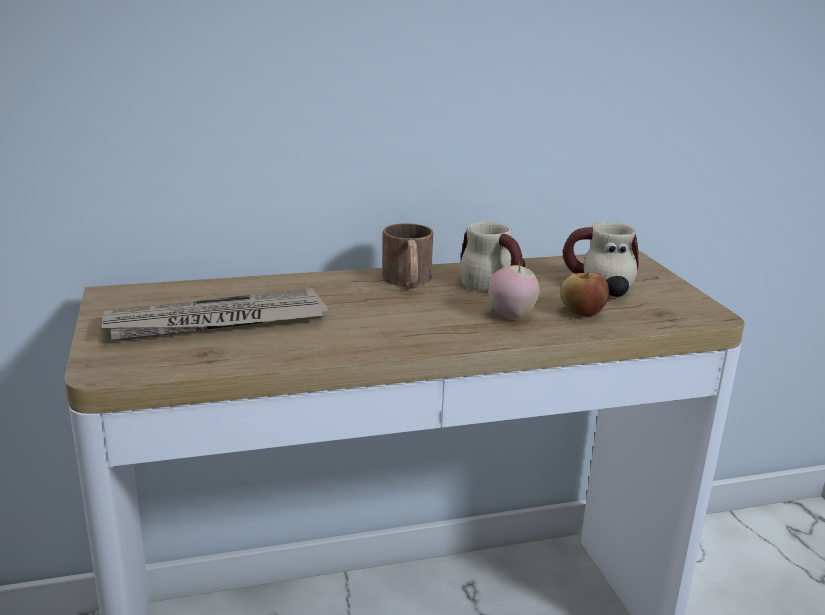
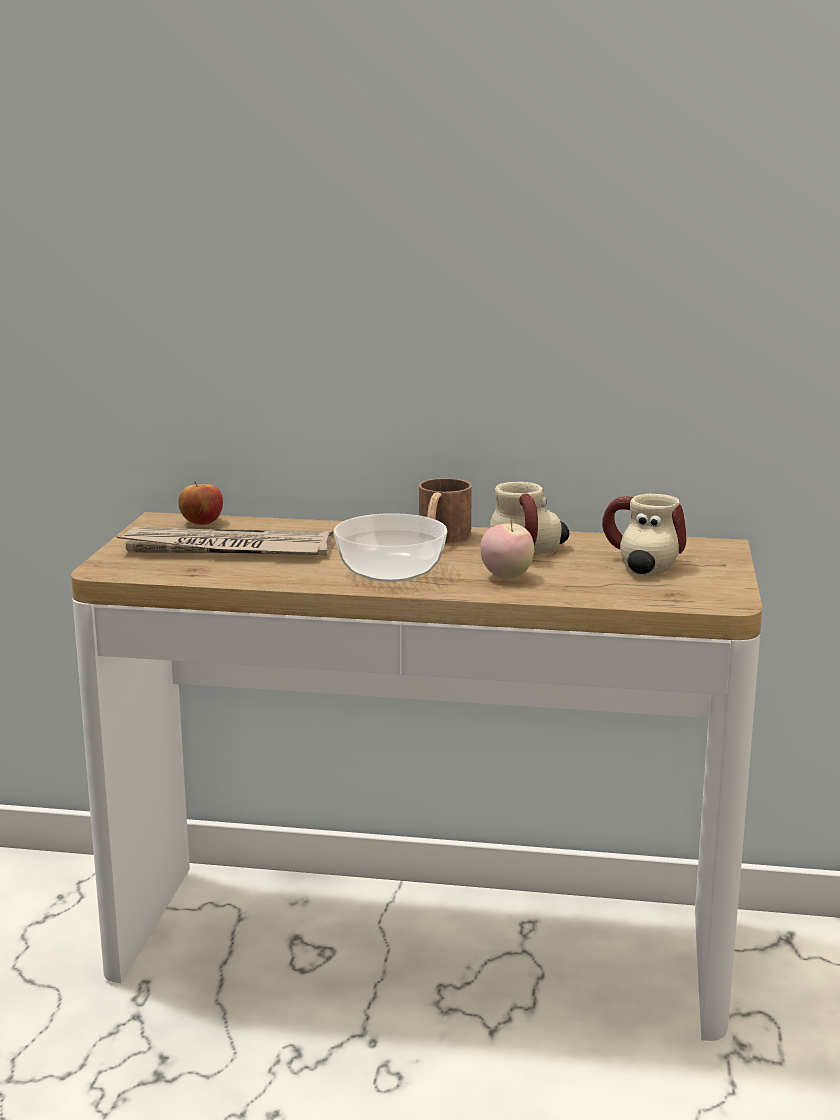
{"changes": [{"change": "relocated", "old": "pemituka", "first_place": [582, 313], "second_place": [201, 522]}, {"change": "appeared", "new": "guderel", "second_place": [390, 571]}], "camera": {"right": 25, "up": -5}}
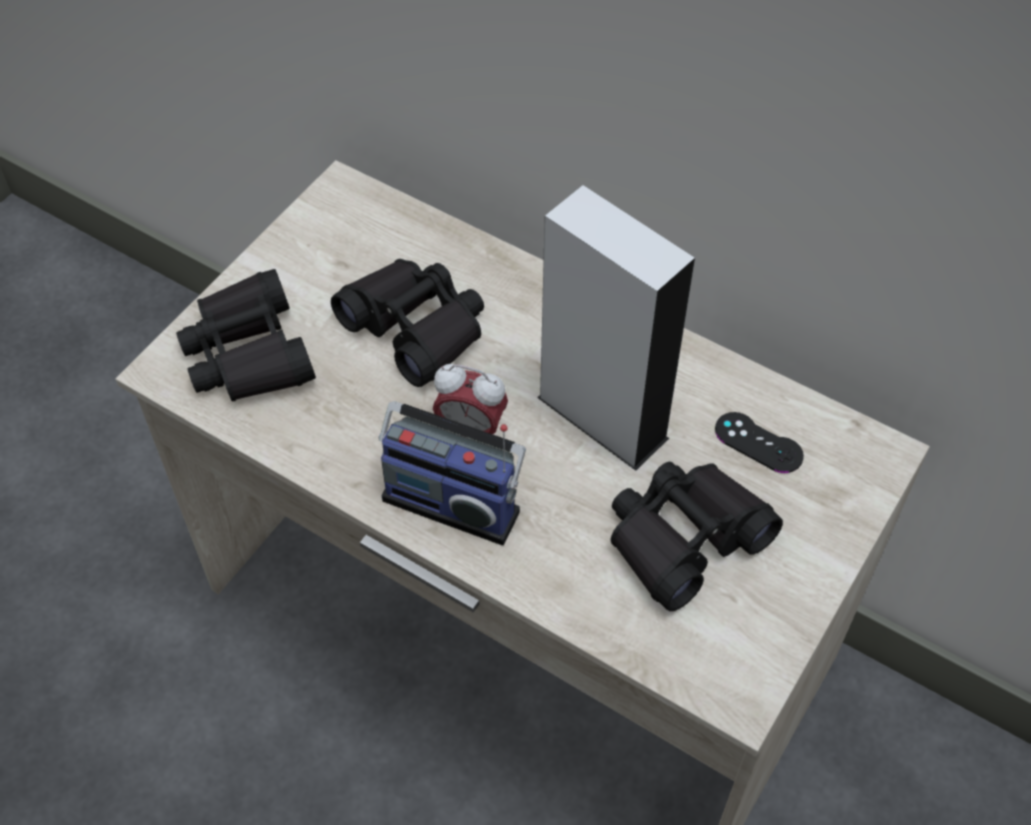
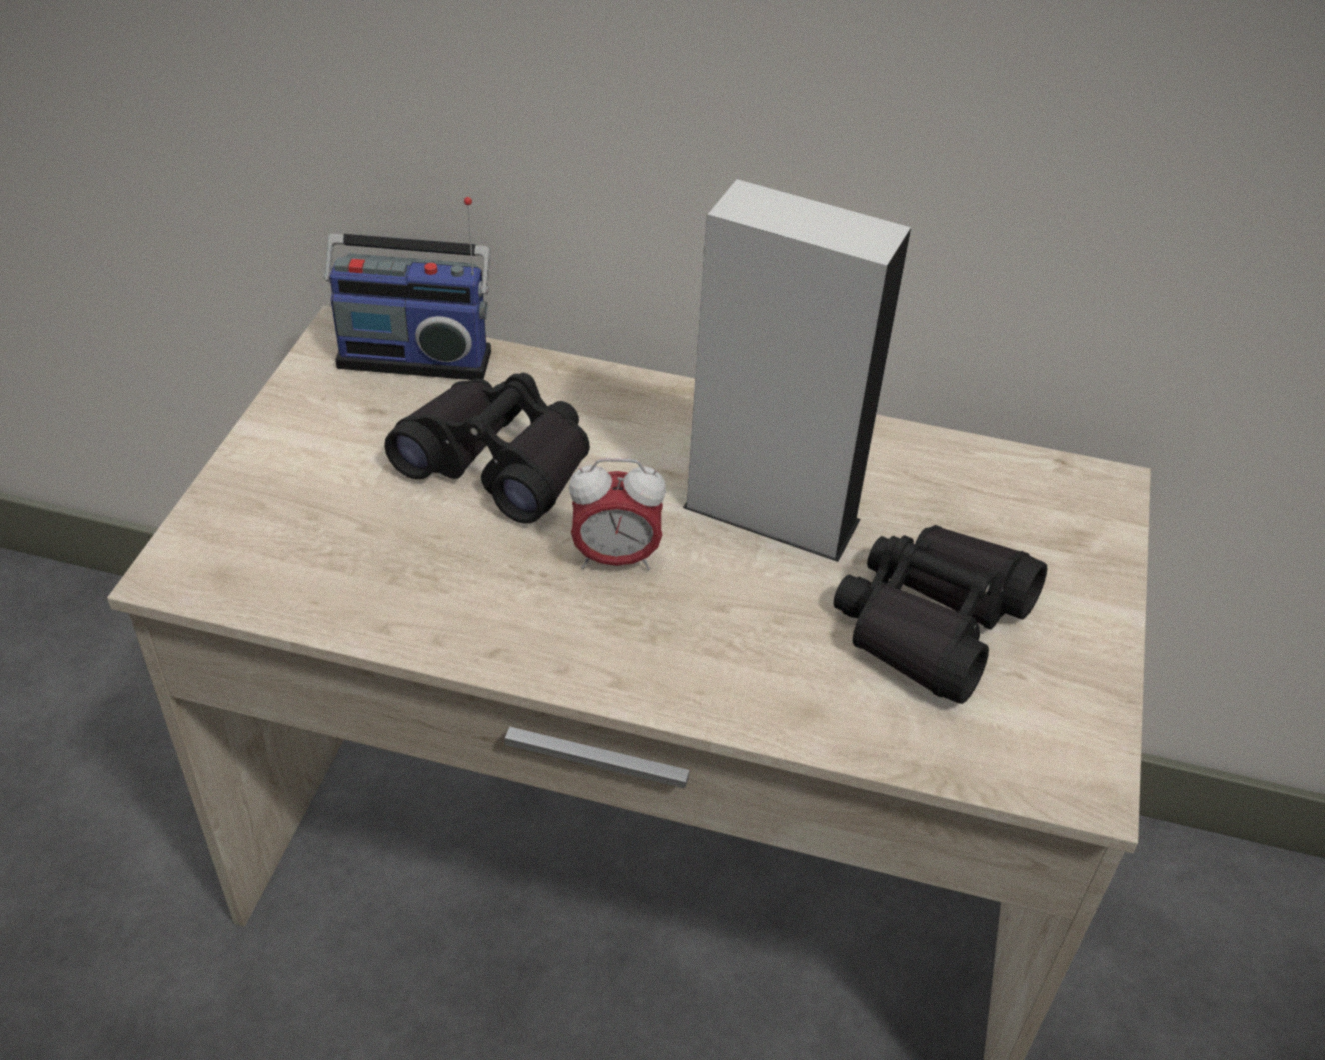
{"changes": [{"change": "missing", "old": "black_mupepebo", "first_place": [248, 353]}, {"change": "relocated", "old": "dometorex", "first_place": [454, 500], "second_place": [416, 355]}, {"change": "missing", "old": "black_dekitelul", "first_place": [758, 443]}], "camera": {"right": -20, "up": -10}}
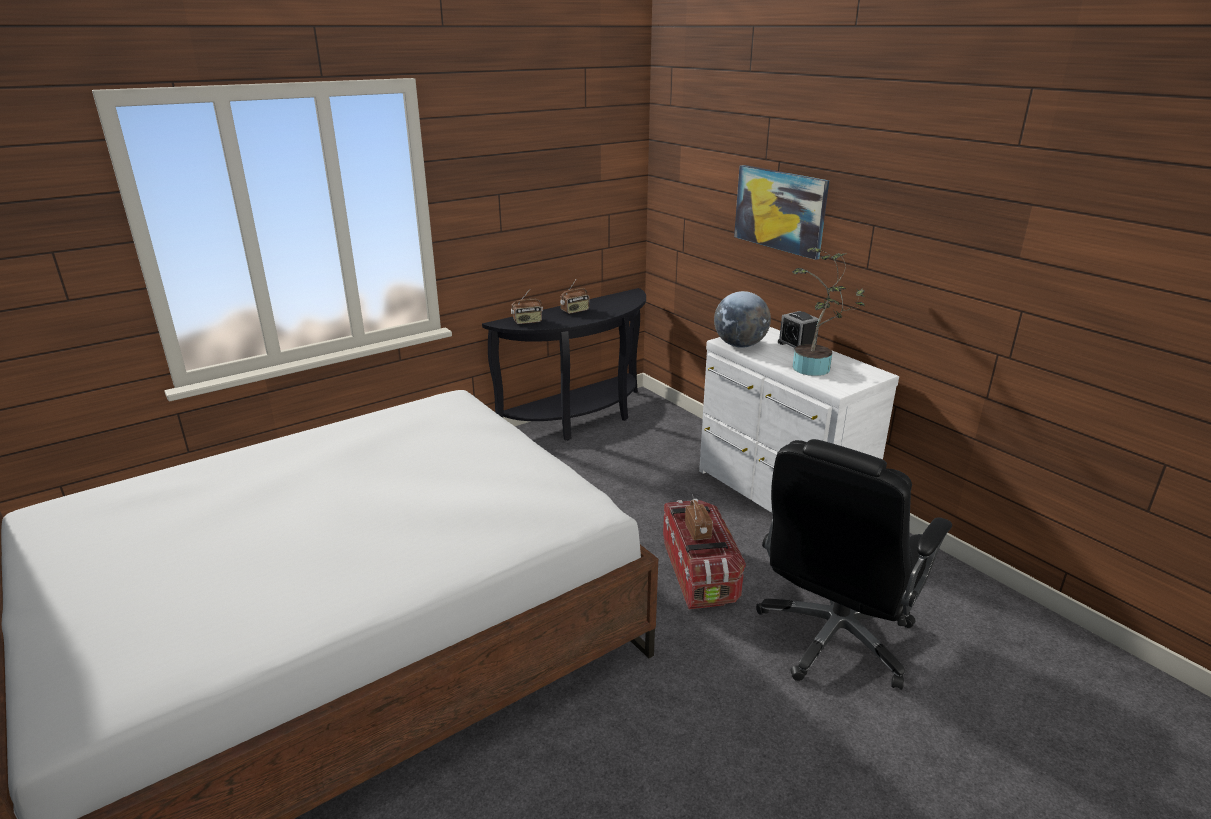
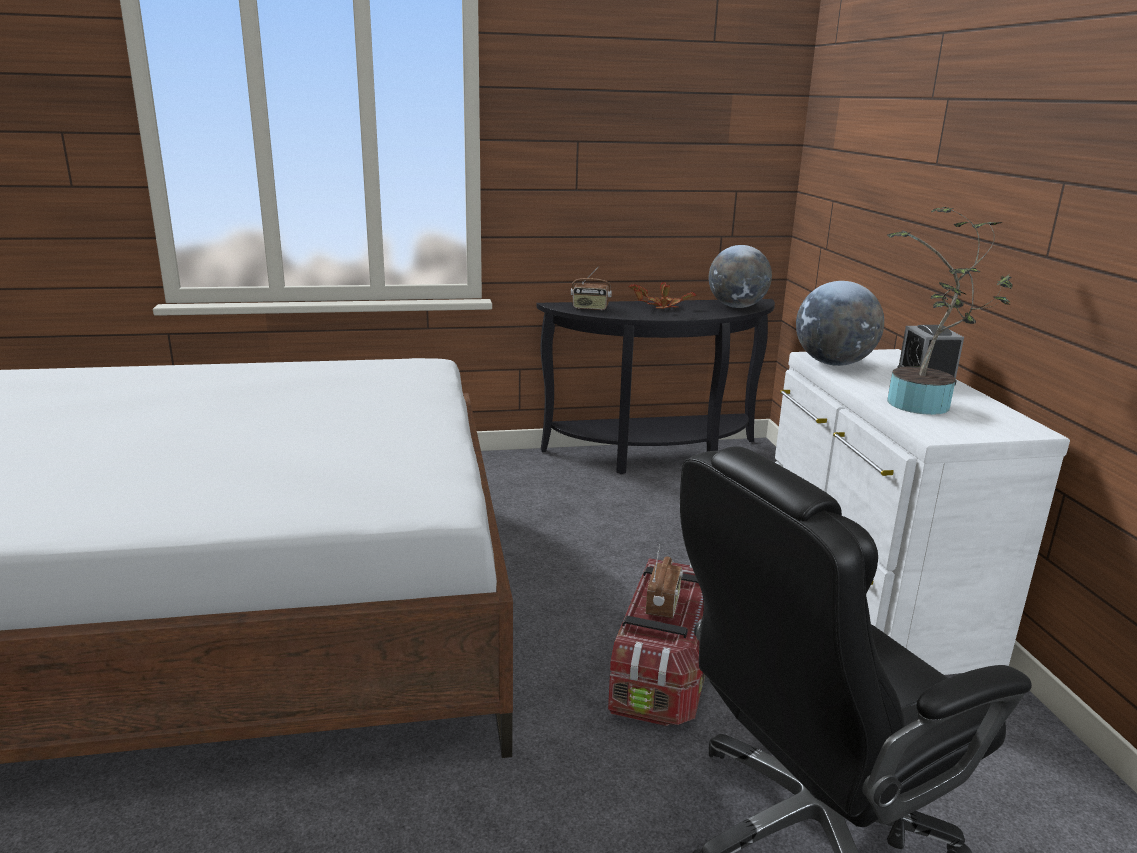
{"changes": [{"change": "exchanged", "old": "dometorex", "new": "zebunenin", "first_place": [575, 311], "second_place": [661, 307]}, {"change": "missing", "old": "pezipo", "first_place": [780, 210]}, {"change": "appeared", "new": "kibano", "second_place": [736, 307]}], "camera": {"right": 25, "up": -5}}
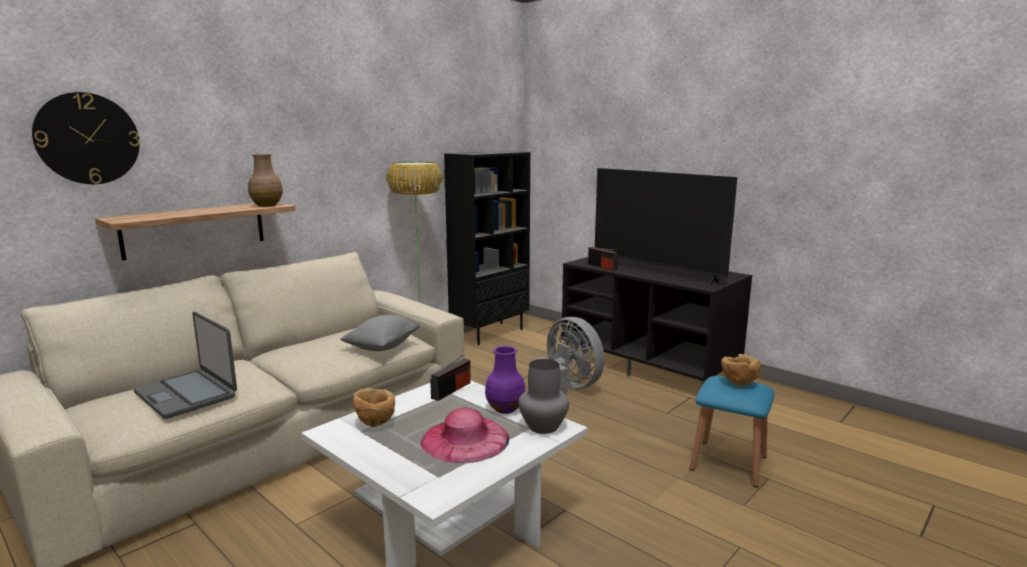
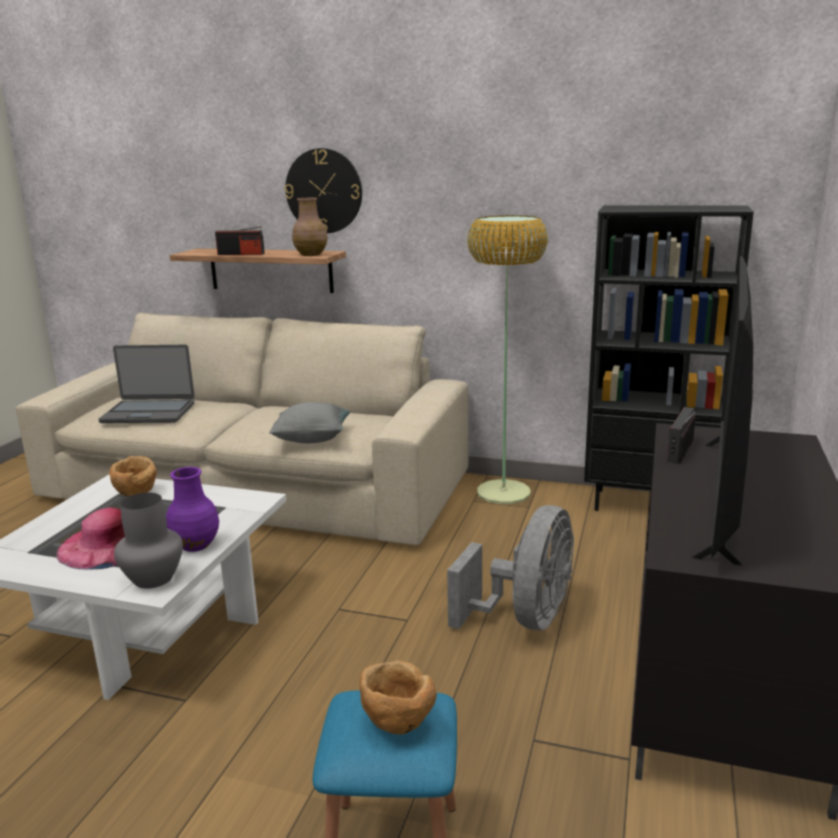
{"changes": [{"change": "relocated", "old": "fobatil", "first_place": [87, 139], "second_place": [324, 191]}, {"change": "spun", "old": "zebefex", "first_place": [187, 394], "second_place": [149, 412], "degrees": -105}, {"change": "relocated", "old": "dometorex", "first_place": [451, 390], "second_place": [241, 254]}], "camera": {"right": 65, "up": 5}}
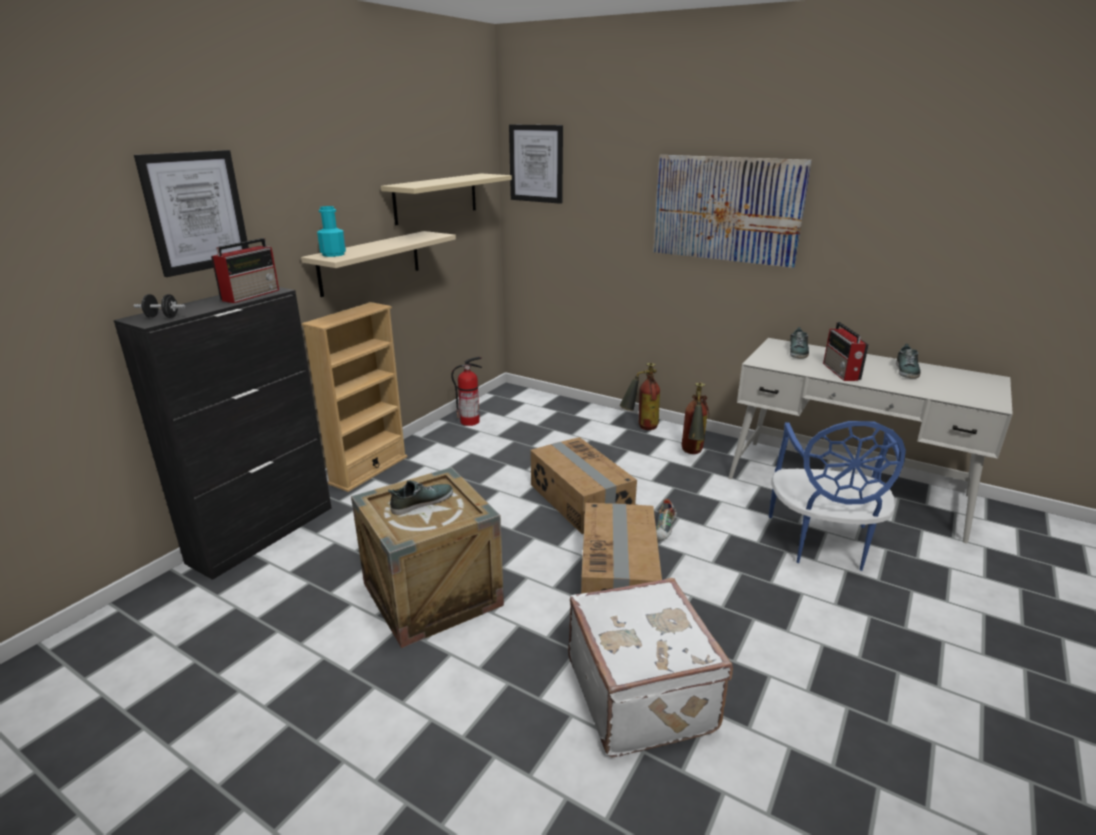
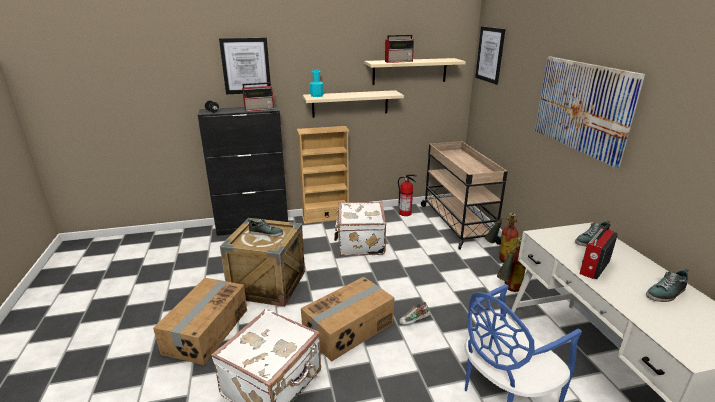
{"changes": [{"change": "relocated", "old": "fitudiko", "first_place": [580, 500], "second_place": [206, 331]}, {"change": "appeared", "new": "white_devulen", "second_place": [360, 243]}, {"change": "appeared", "new": "dometorex", "second_place": [399, 61]}, {"change": "appeared", "new": "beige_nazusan", "second_place": [456, 223]}], "camera": {"right": 45, "up": 0}}
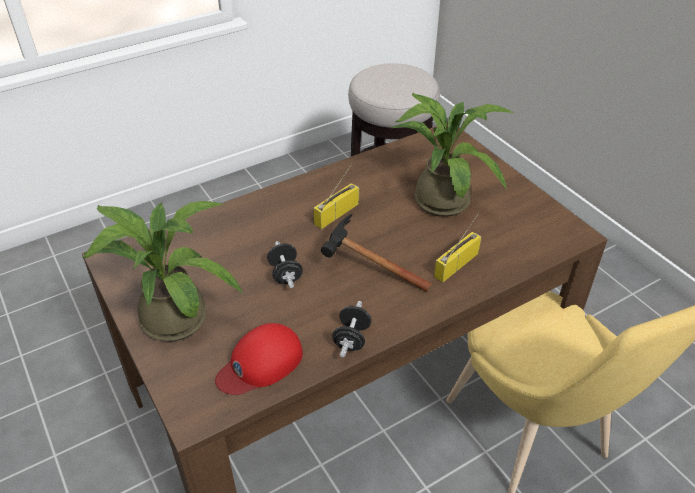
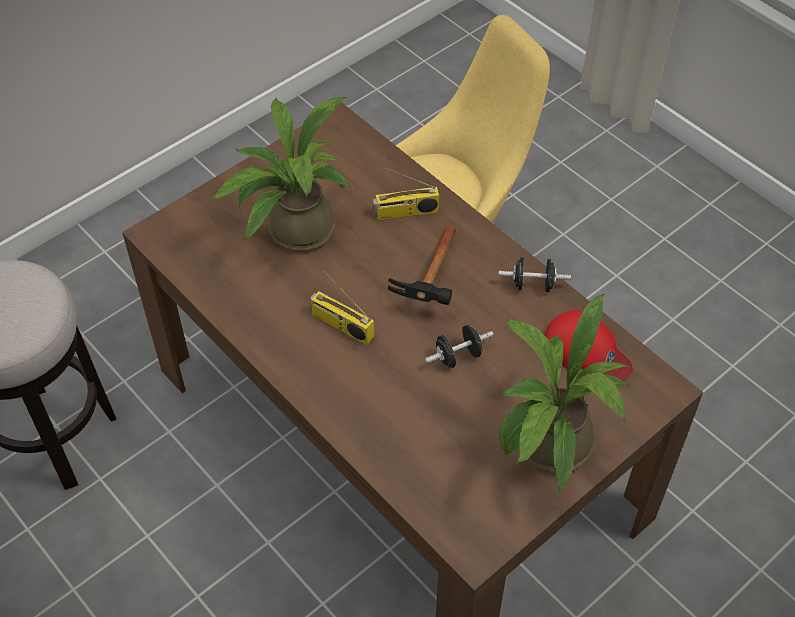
{"changes": [{"change": "spun", "old": "dometorex", "first_place": [456, 264], "second_place": [405, 213], "degrees": -45}], "camera": {"right": -100, "up": 10}}
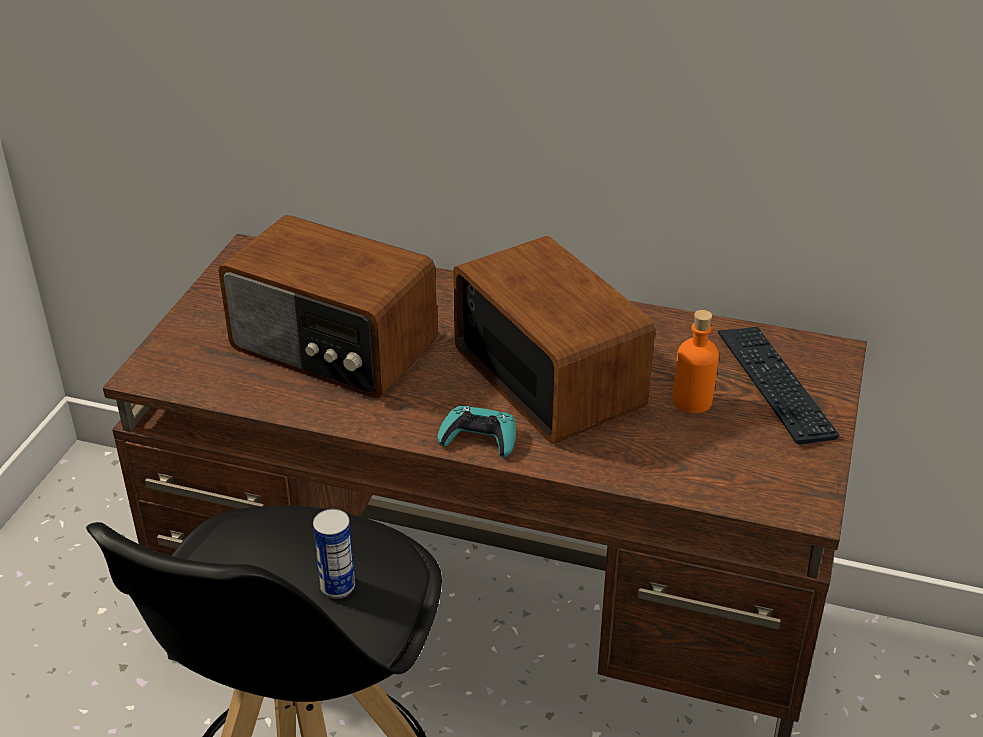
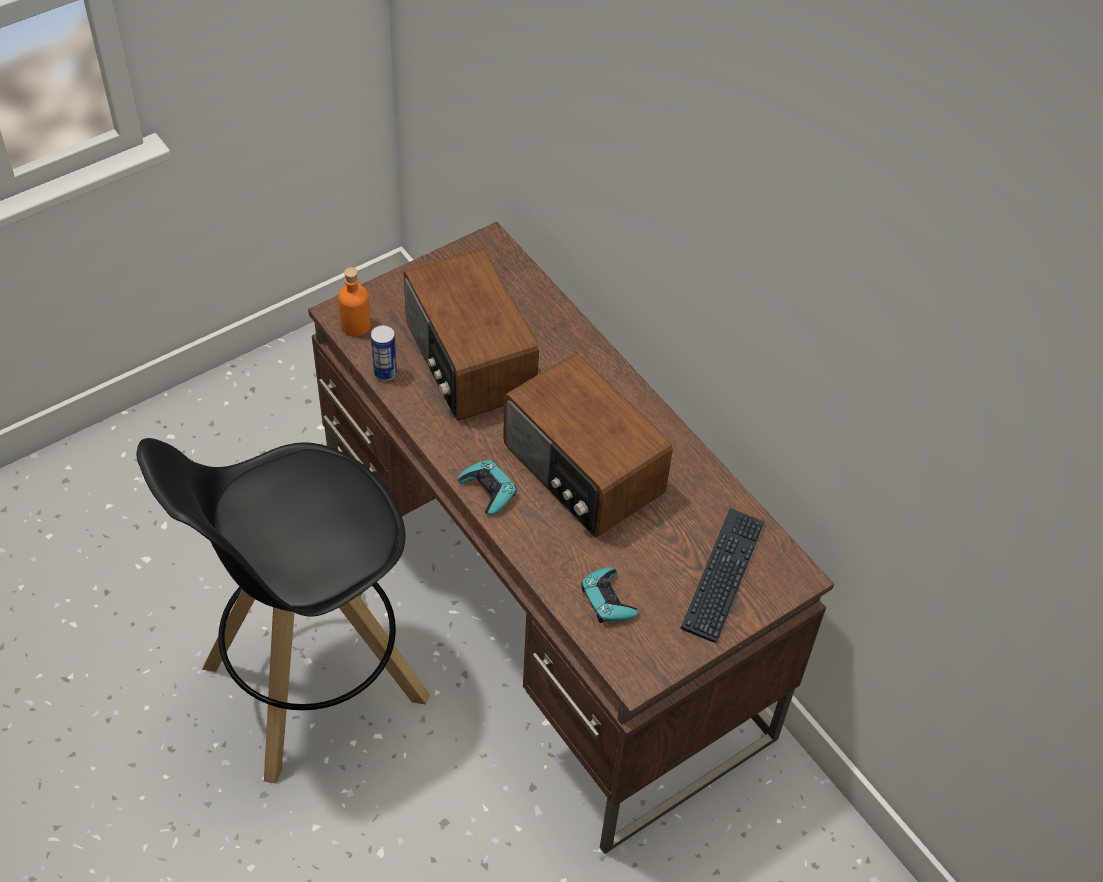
{"changes": [{"change": "relocated", "old": "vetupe", "first_place": [337, 586], "second_place": [385, 373]}, {"change": "spun", "old": "dometorex", "first_place": [550, 375], "second_place": [581, 471], "degrees": 135}, {"change": "relocated", "old": "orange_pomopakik", "first_place": [692, 401], "second_place": [355, 325]}, {"change": "appeared", "new": "turquoise_dekitelul", "second_place": [607, 600]}], "camera": {"right": 35, "up": 15}}
